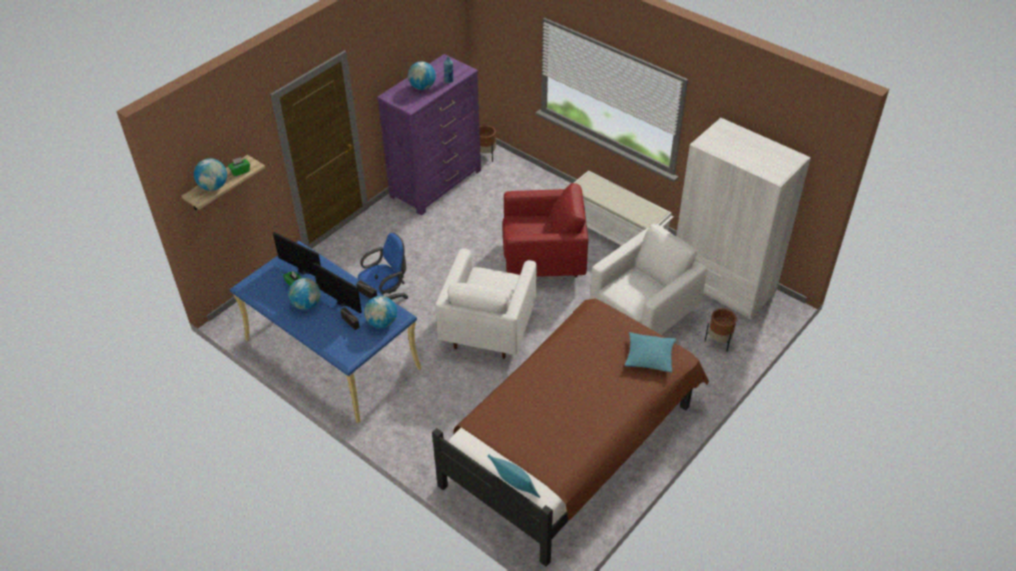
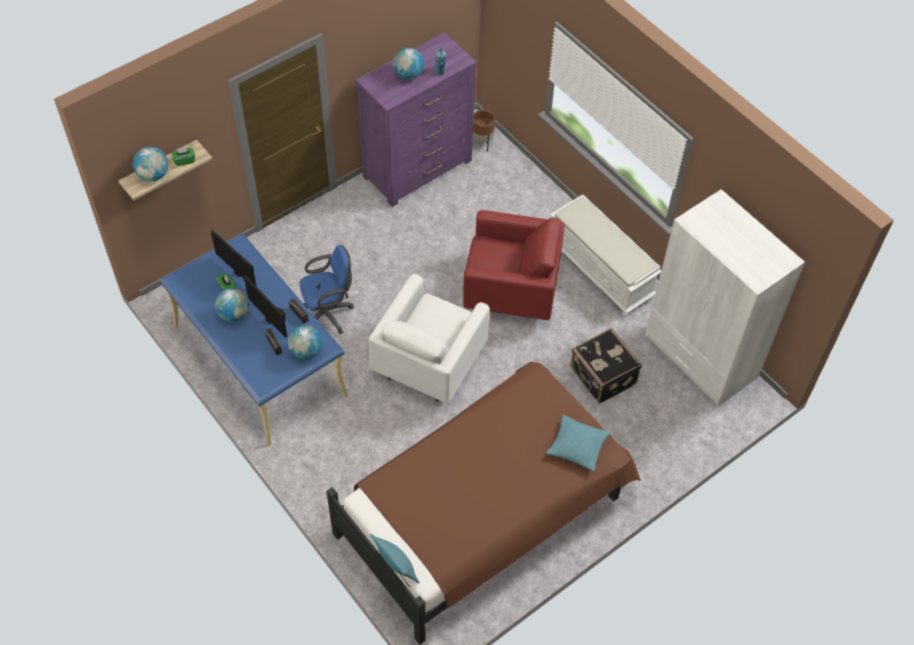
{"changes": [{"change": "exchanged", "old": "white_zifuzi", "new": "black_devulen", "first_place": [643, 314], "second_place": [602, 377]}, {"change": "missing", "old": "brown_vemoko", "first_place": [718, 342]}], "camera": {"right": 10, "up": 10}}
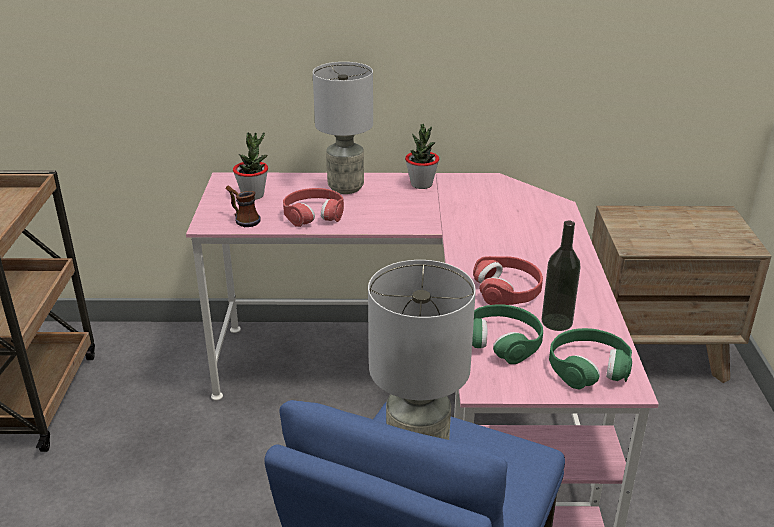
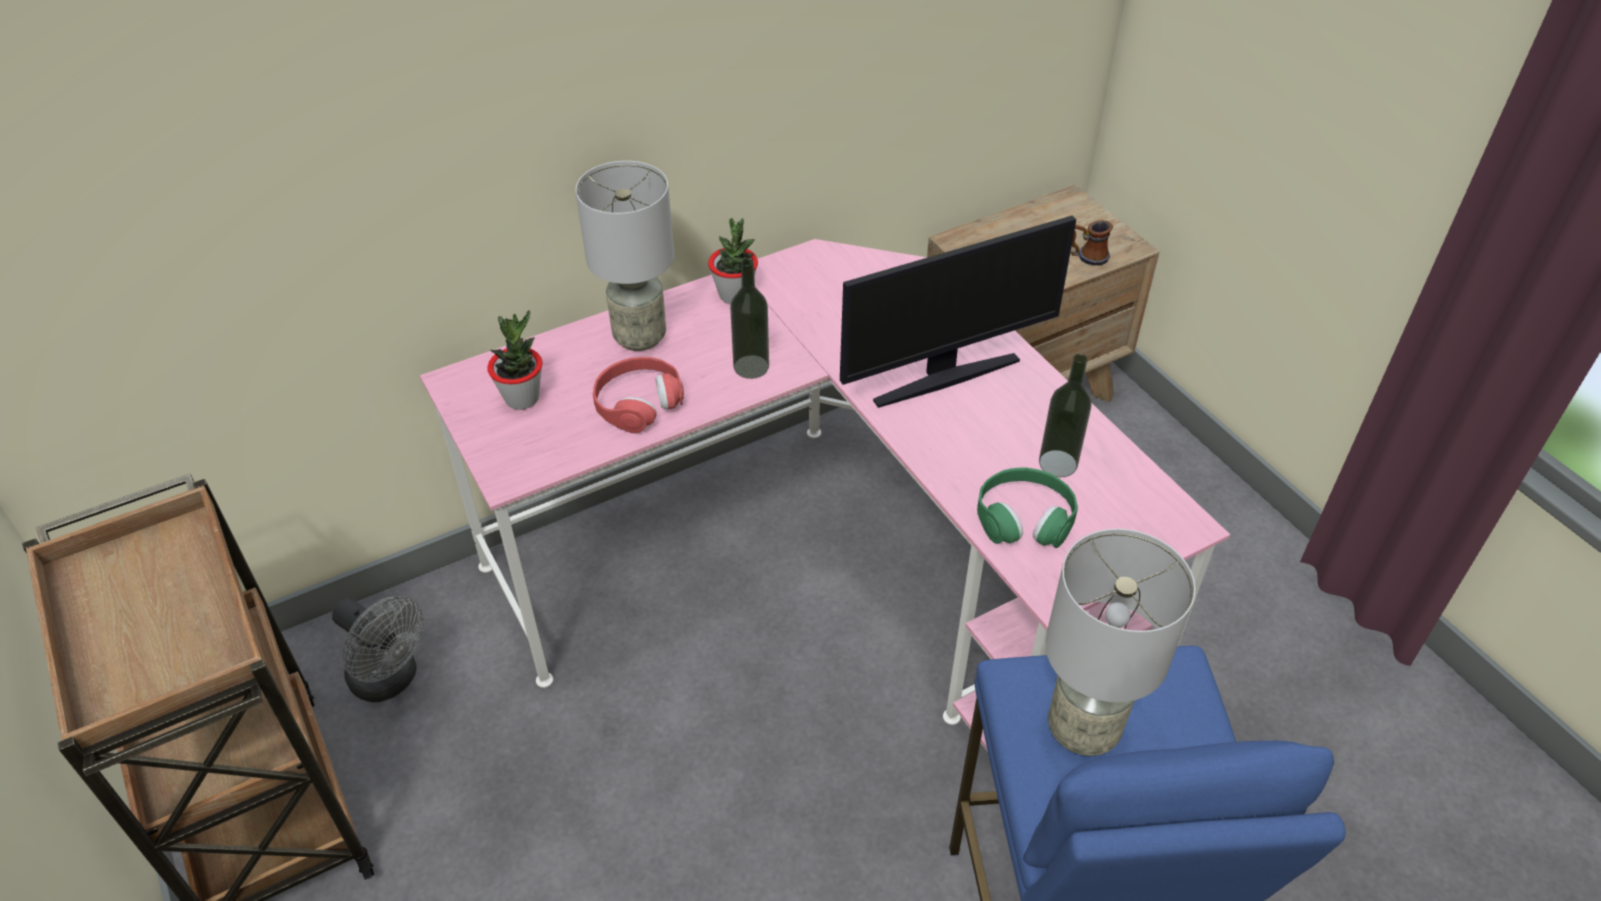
{"changes": [{"change": "relocated", "old": "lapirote", "first_place": [243, 219], "second_place": [1085, 256]}, {"change": "missing", "old": "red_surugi", "first_place": [507, 290]}, {"change": "missing", "old": "green_surugi", "first_place": [588, 367]}, {"change": "appeared", "new": "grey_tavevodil", "second_place": [391, 680]}, {"change": "appeared", "new": "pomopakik", "second_place": [751, 366]}, {"change": "appeared", "new": "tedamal", "second_place": [944, 377]}], "camera": {"right": -30, "up": 15}}
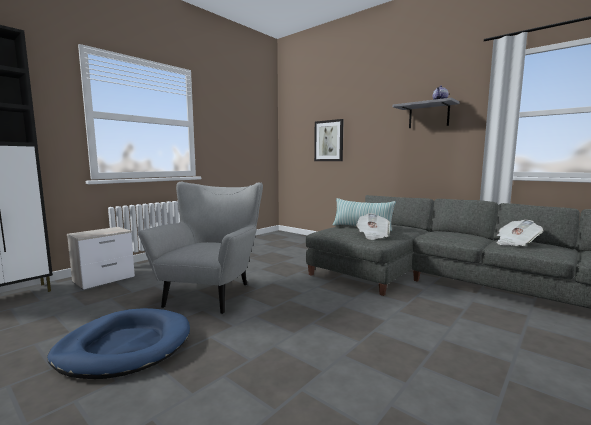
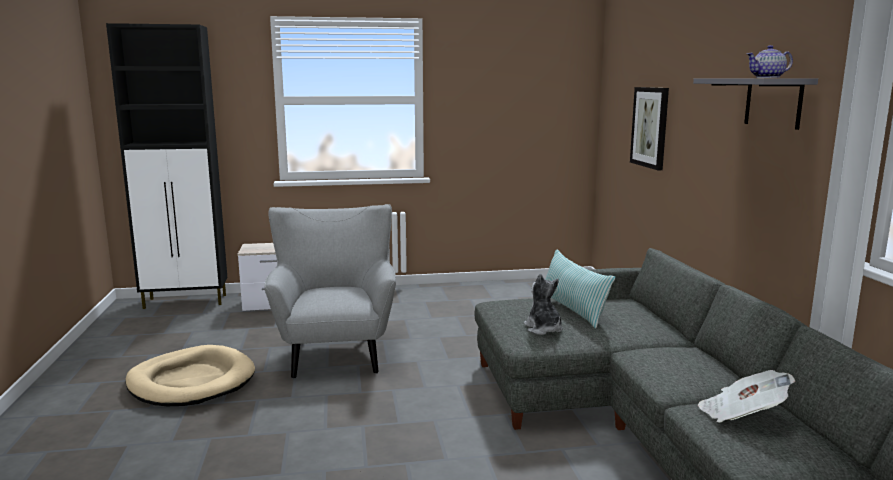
{"changes": [{"change": "colour", "old": "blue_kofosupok", "new": "beige_kofosupok", "first_place": [125, 346], "second_place": [191, 381]}, {"change": "spun", "old": "grey_zifuzi", "first_place": [212, 292], "second_place": [336, 352], "degrees": -60}, {"change": "exchanged", "old": "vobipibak", "new": "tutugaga", "first_place": [372, 235], "second_place": [543, 329]}], "camera": {"right": 40, "up": 5}}
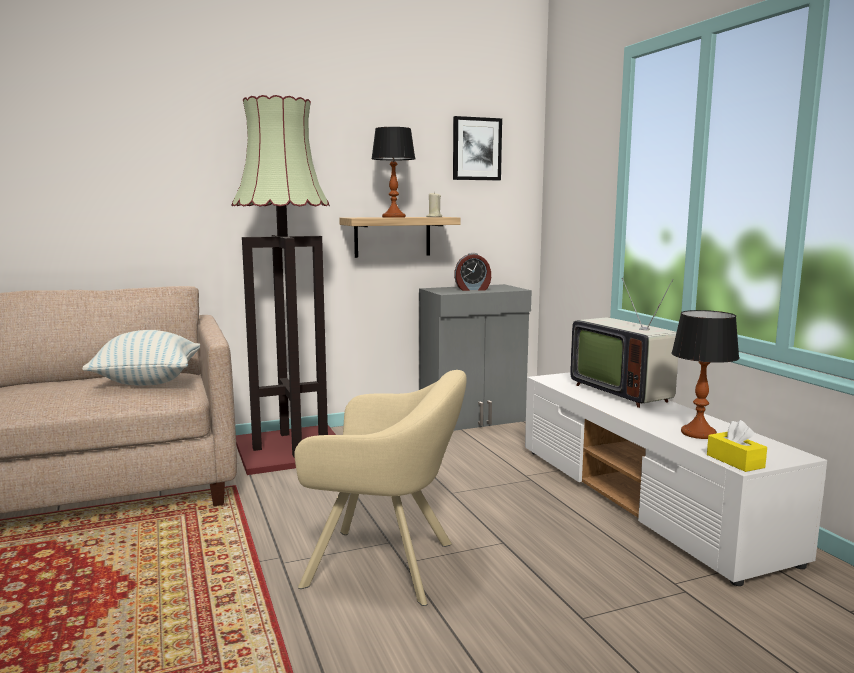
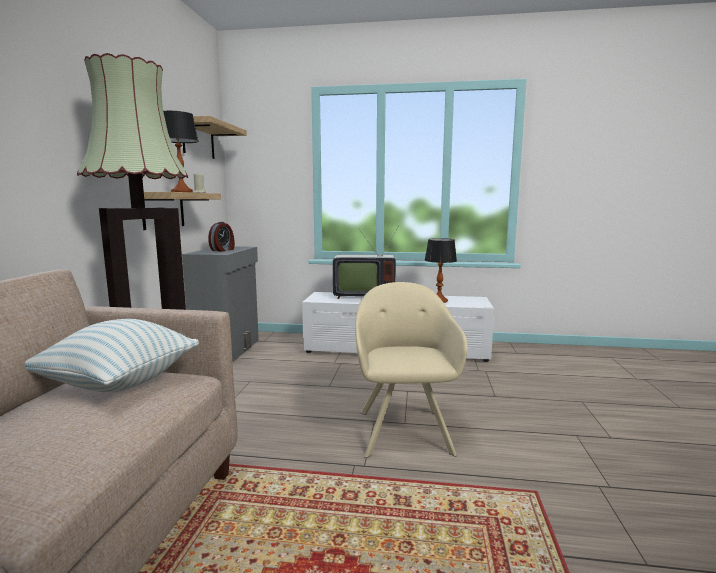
{"changes": [{"change": "spun", "old": "beige_zifuzi", "first_place": [387, 565], "second_place": [403, 428], "degrees": -45}, {"change": "exchanged", "old": "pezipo", "new": "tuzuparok", "first_place": [476, 149], "second_place": [198, 140]}, {"change": "missing", "old": "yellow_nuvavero", "first_place": [735, 461]}], "camera": {"right": -60, "up": 0}}
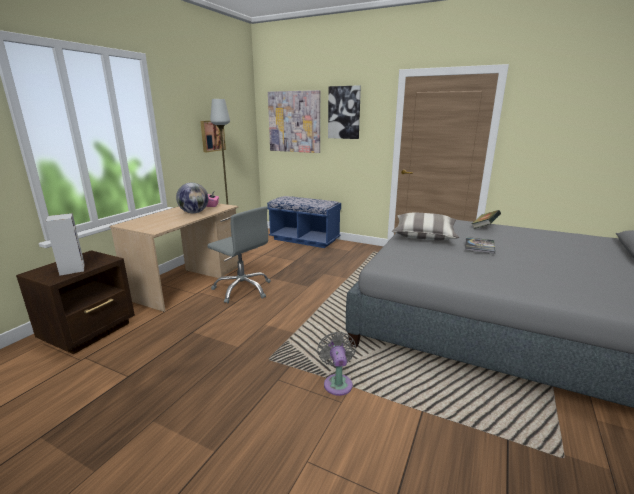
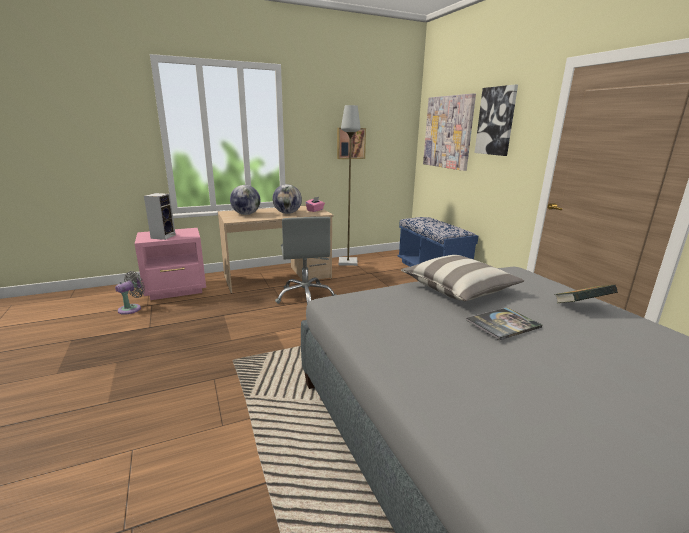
{"changes": [{"change": "colour", "old": "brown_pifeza", "new": "pink_pifeza", "first_place": [91, 332], "second_place": [177, 290]}, {"change": "relocated", "old": "grey_tavevodil", "first_place": [337, 382], "second_place": [132, 308]}, {"change": "appeared", "new": "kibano", "second_place": [246, 214]}], "camera": {"right": 40, "up": 0}}
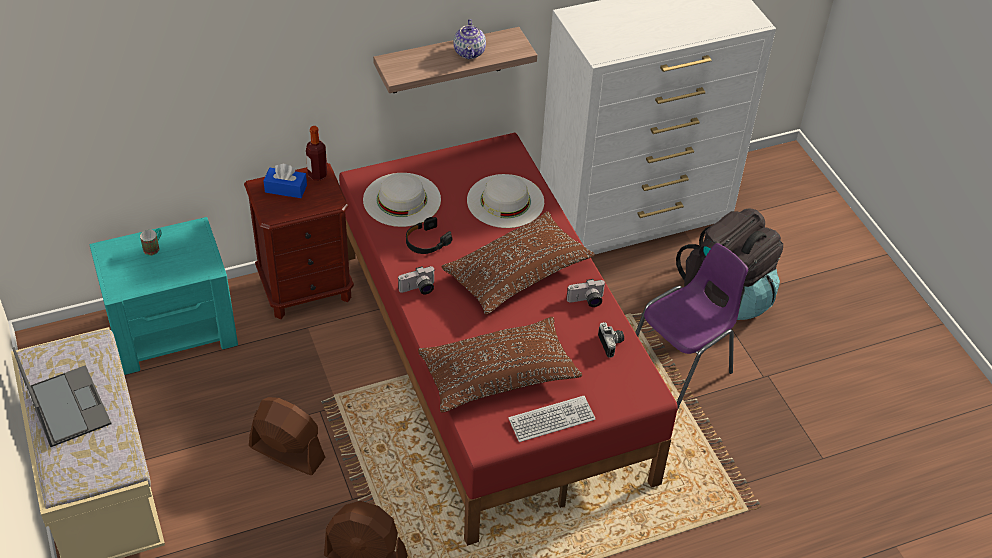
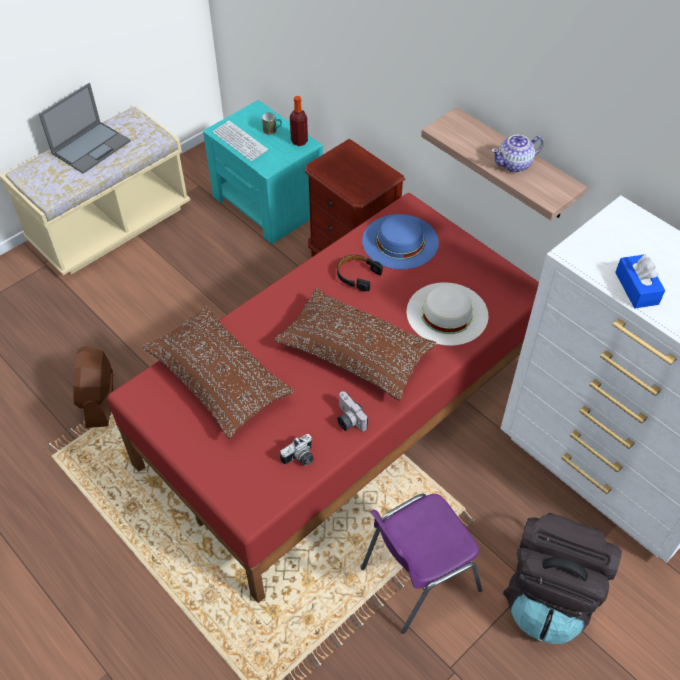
{"changes": [{"change": "missing", "old": "brown_tavevodil", "first_place": [287, 452]}, {"change": "relocated", "old": "blue_nuvavero", "first_place": [286, 189], "second_place": [636, 288]}, {"change": "relocated", "old": "pomopakik", "first_place": [317, 175], "second_place": [299, 141]}, {"change": "colour", "old": "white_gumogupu", "new": "blue_gumogupu", "first_place": [401, 199], "second_place": [400, 241]}, {"change": "missing", "old": "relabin", "first_place": [418, 289]}, {"change": "relocated", "old": "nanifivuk", "first_place": [551, 420], "second_place": [240, 142]}, {"change": "spun", "old": "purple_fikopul", "first_place": [681, 369], "second_place": [417, 579], "degrees": 120}], "camera": {"right": 70, "up": 5}}
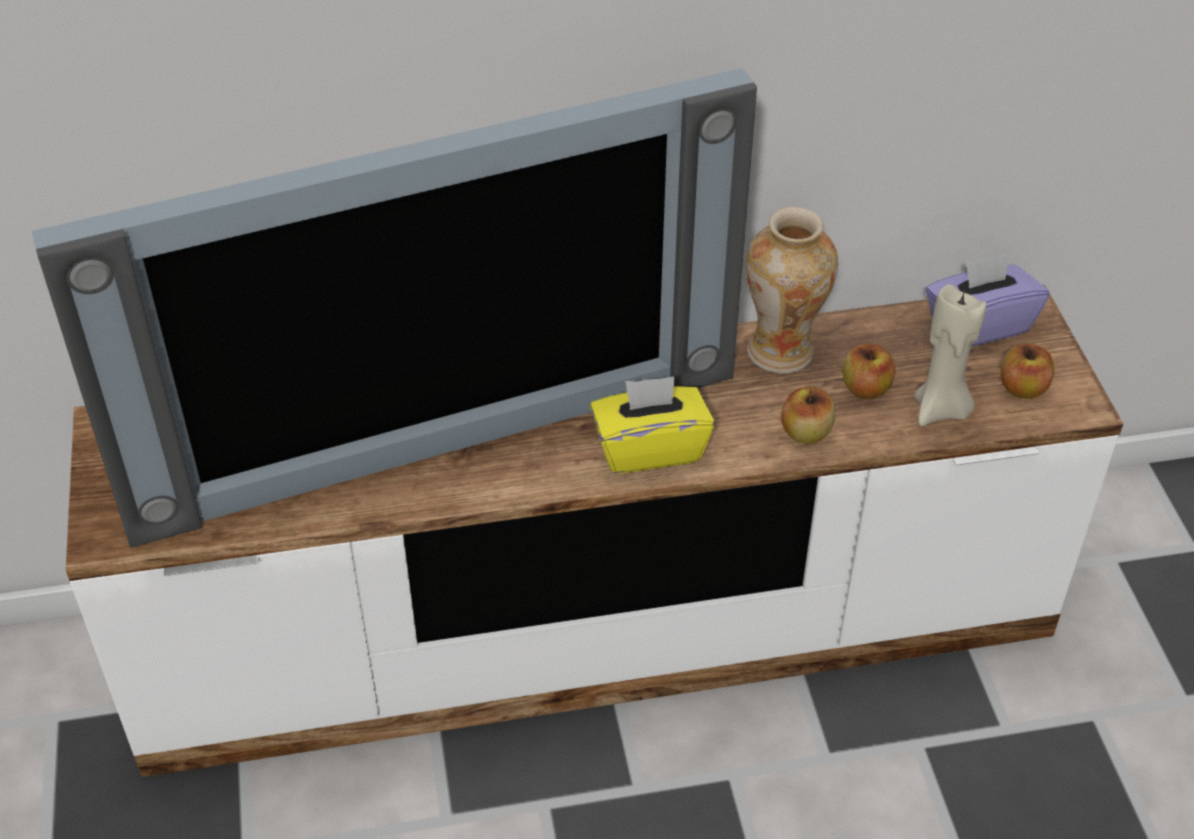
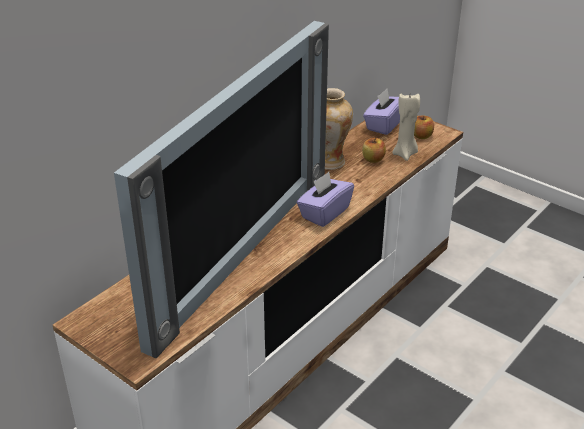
{"changes": [{"change": "colour", "old": "yellow_nuvavero", "new": "purple_nuvavero", "first_place": [649, 448], "second_place": [324, 213]}, {"change": "missing", "old": "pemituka", "first_place": [805, 432]}], "camera": {"right": -40, "up": -10}}
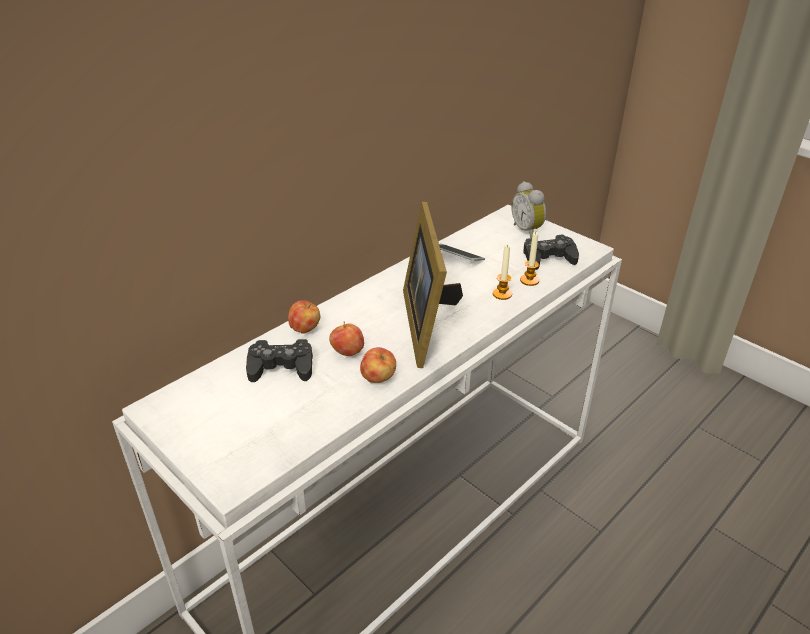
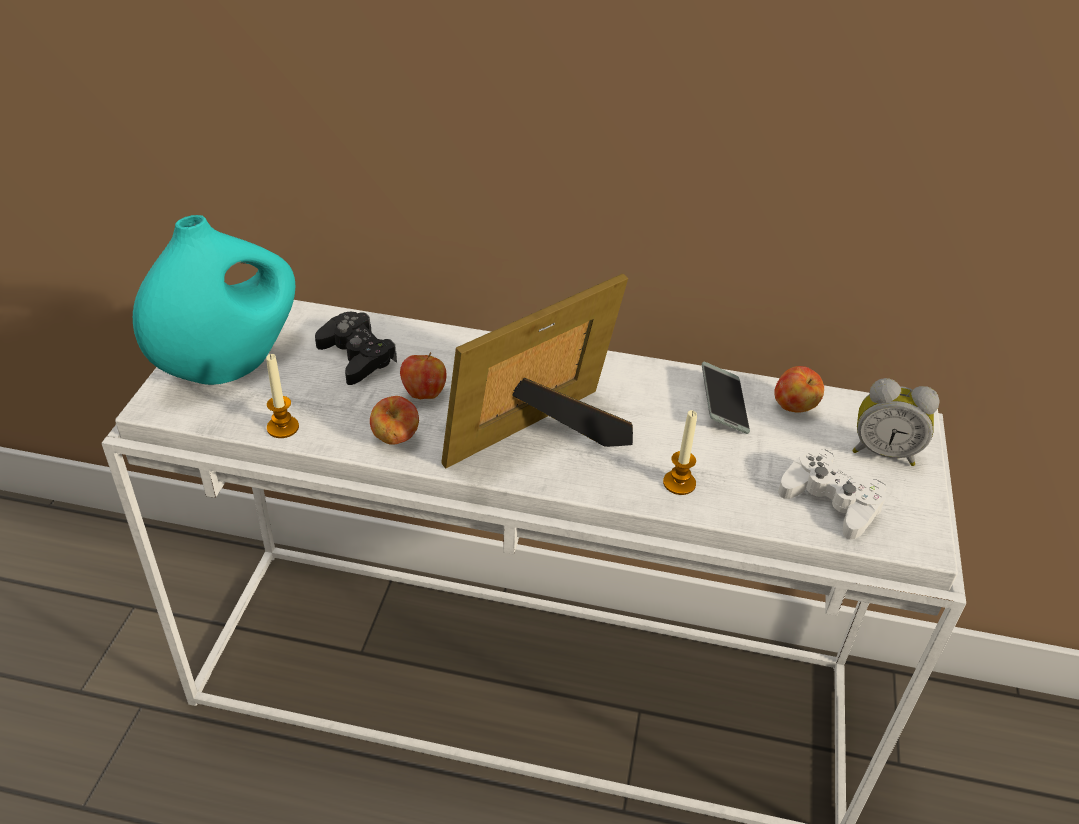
{"changes": [{"change": "relocated", "old": "pemituka", "first_place": [305, 329], "second_place": [794, 407]}, {"change": "spun", "old": "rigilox", "first_place": [528, 230], "second_place": [883, 451], "degrees": -105}, {"change": "relocated", "old": "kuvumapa", "first_place": [529, 280], "second_place": [283, 427]}, {"change": "colour", "old": "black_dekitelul", "new": "white_dekitelul", "first_place": [548, 258], "second_place": [830, 501]}, {"change": "appeared", "new": "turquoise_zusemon", "second_place": [230, 364]}], "camera": {"right": 55, "up": 5}}
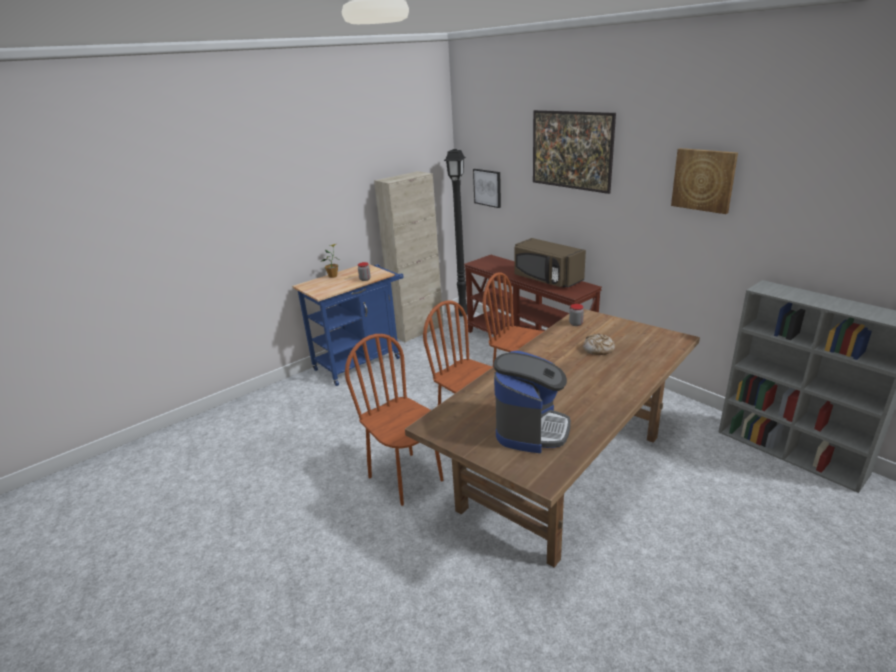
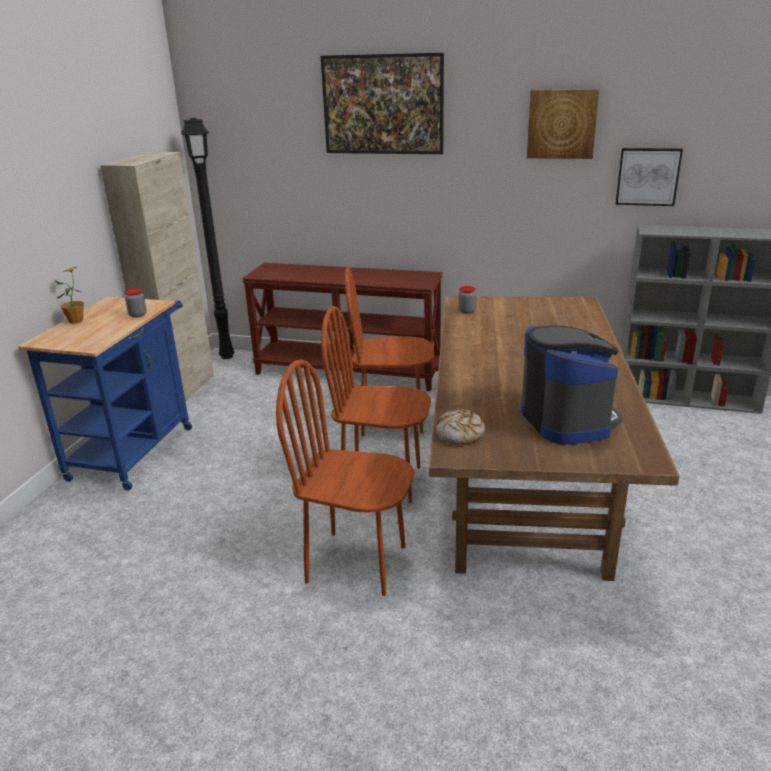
{"changes": [{"change": "relocated", "old": "pezipo", "first_place": [487, 187], "second_place": [648, 176]}, {"change": "missing", "old": "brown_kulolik", "first_place": [546, 279]}, {"change": "relocated", "old": "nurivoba", "first_place": [598, 349], "second_place": [459, 434]}], "camera": {"right": -35, "up": 0}}
